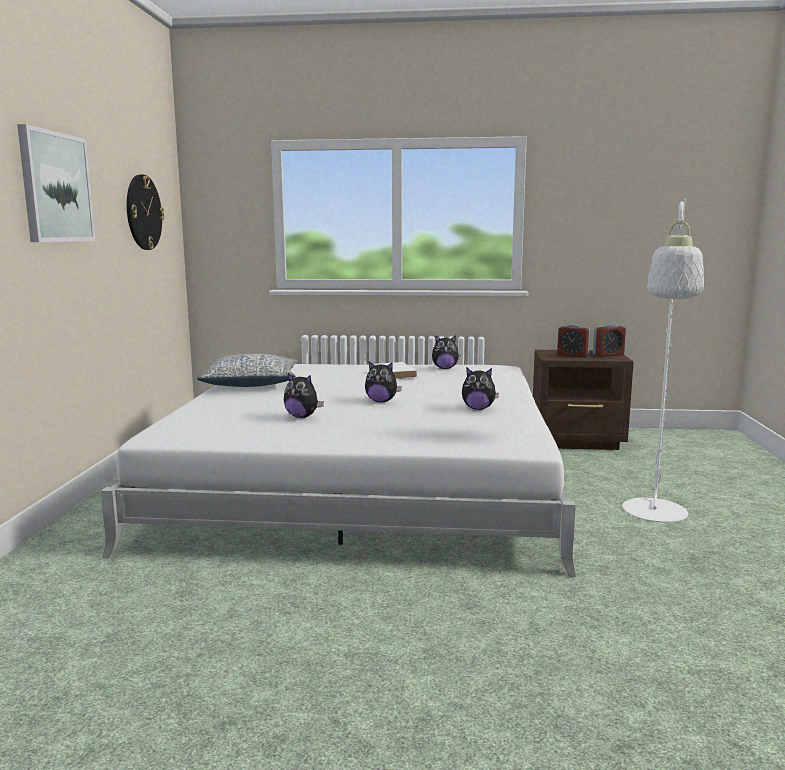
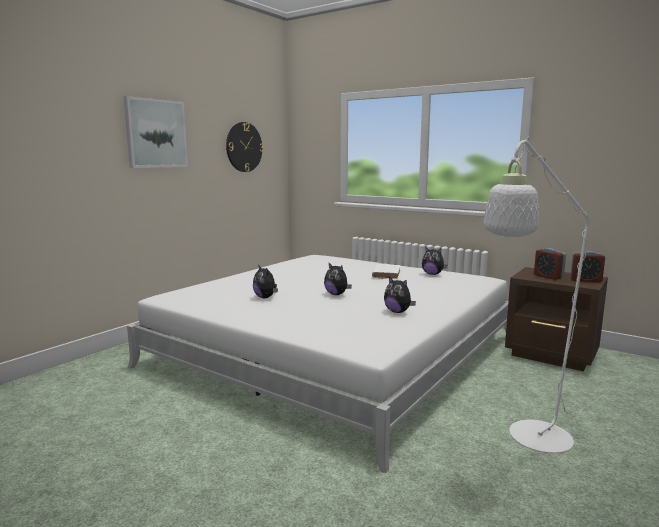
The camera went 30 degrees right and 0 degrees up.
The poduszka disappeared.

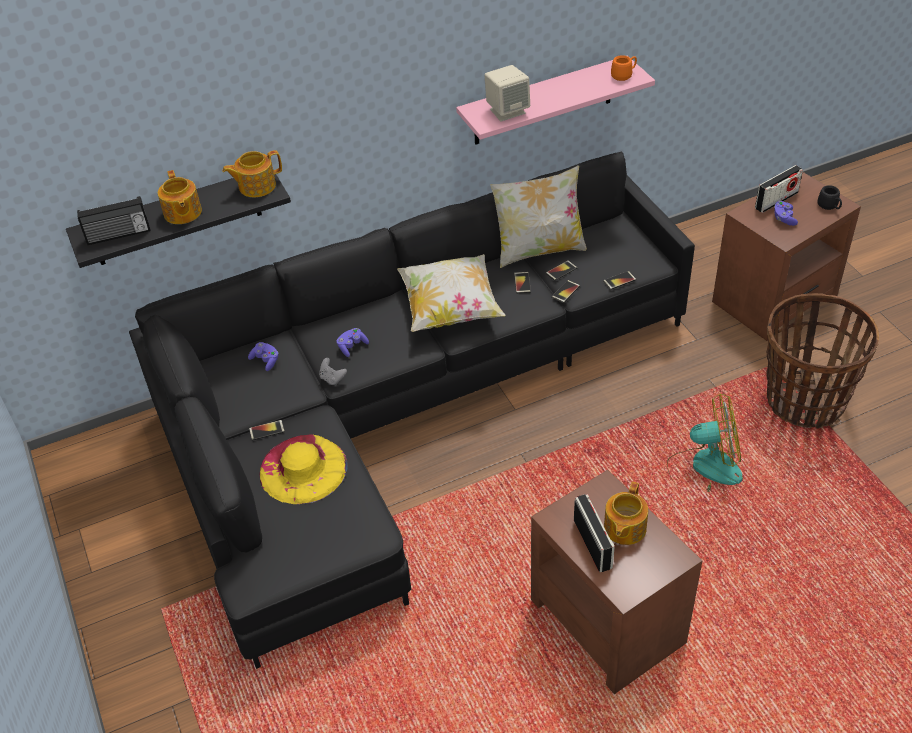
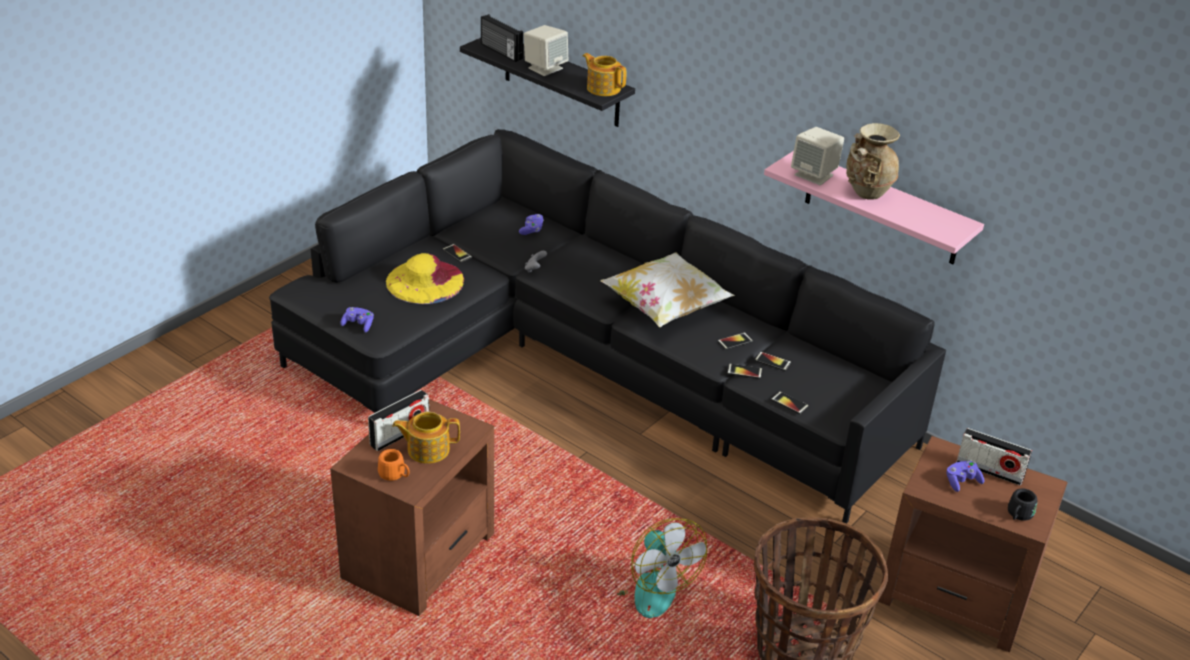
The camera went 60 degrees right and 10 degrees down.
The poduszka (no. 2 from left) disappeared.
The wazon [beżowy] appeared.
The pad do gier [fioletowy] (no. 2 from left in the first image) moved.
The kubek [pomarańczowy] moved.
The imbryk (no. 1 from left) was replaced by the głośnik [beżowy] (no. 1 from left).

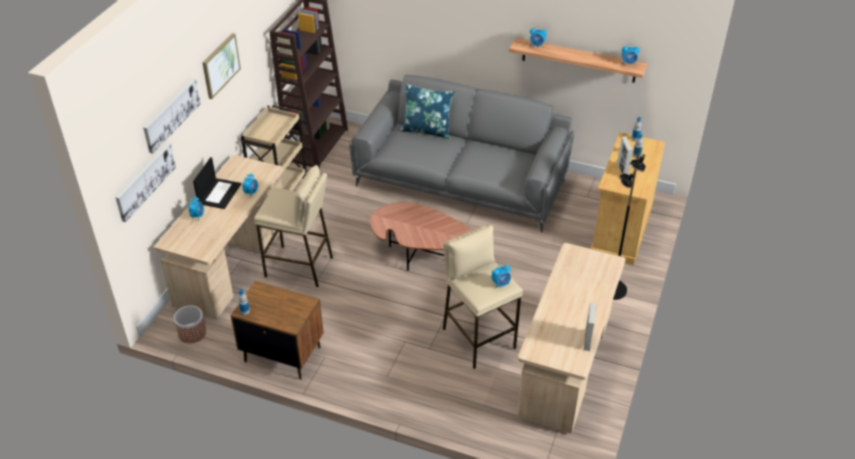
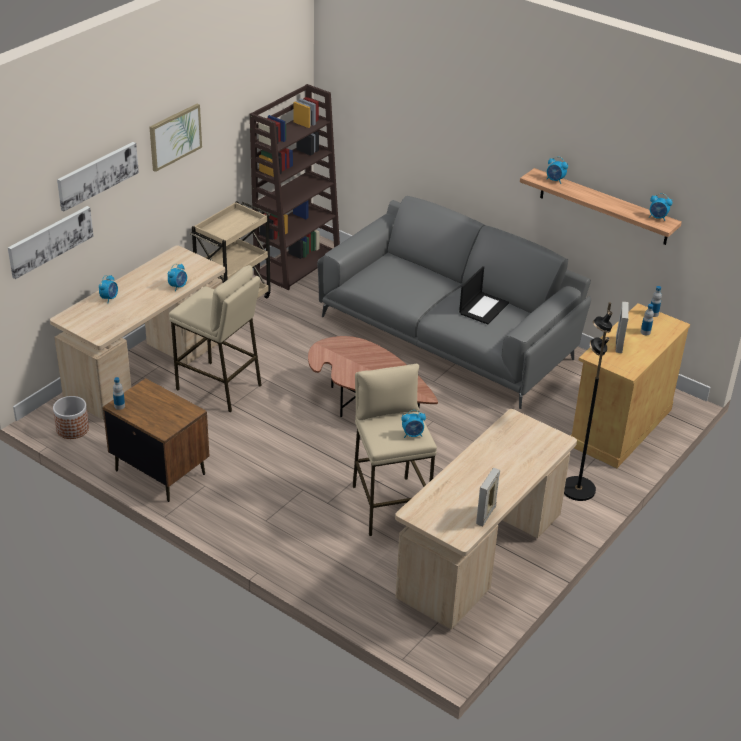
The camera went 15 degrees right and 5 degrees down.
The poduszka [niebieski] disappeared.
The laptop moved.

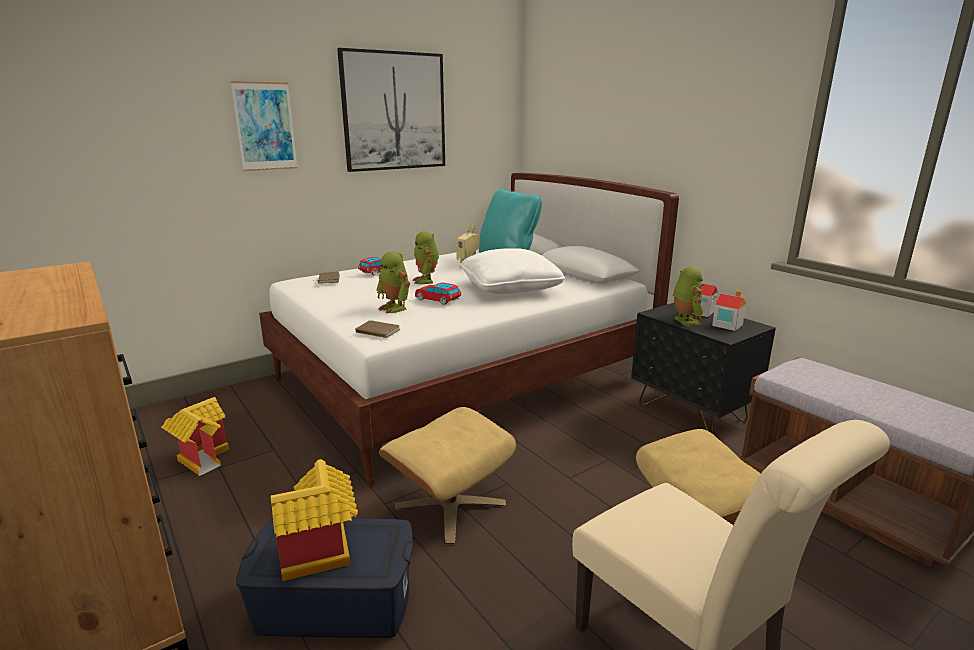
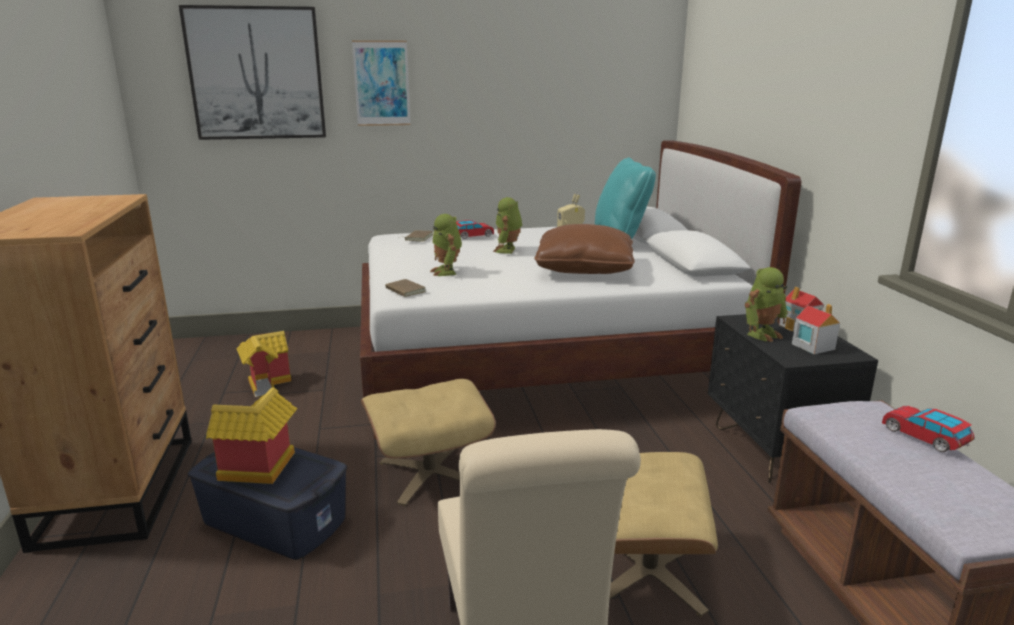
The camera went 25 degrees right and 0 degrees up.
The obraz (no. 2 from left in the first image) moved.
The samochodzik (no. 2 from left) moved.
The poduszka [biały] became the poduszka [brązowy].
The robot zabawkowy (no. 4 from left) turned 45 degrees clockwise.

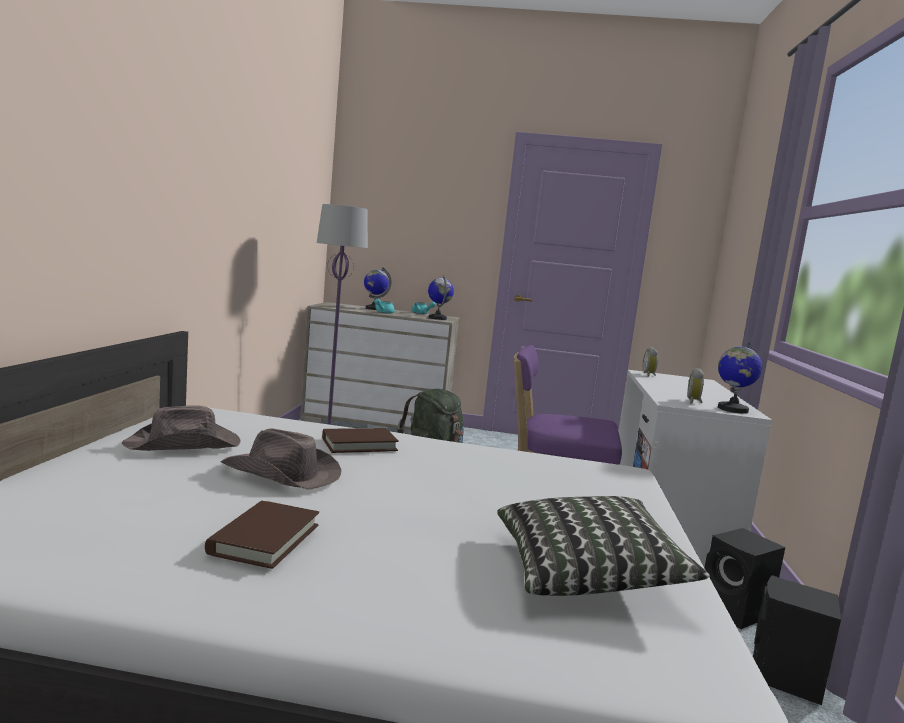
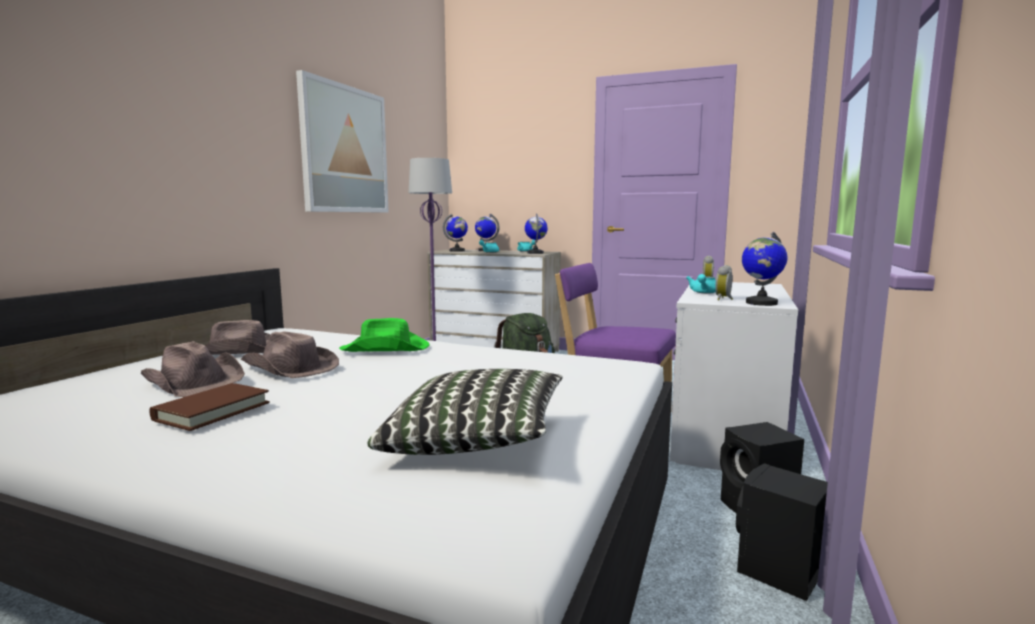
The camera went 15 degrees right and 0 degrees up.
The kapelusz [brązowy] (no. 1 from left) appeared.
The obraz appeared.
The globus (no. 1 from left) appeared.
The imbryk [turkusowy] (no. 3 from left) appeared.
The książka [brązowy] (no. 2 from left) was replaced by the kapelusz [zielony].

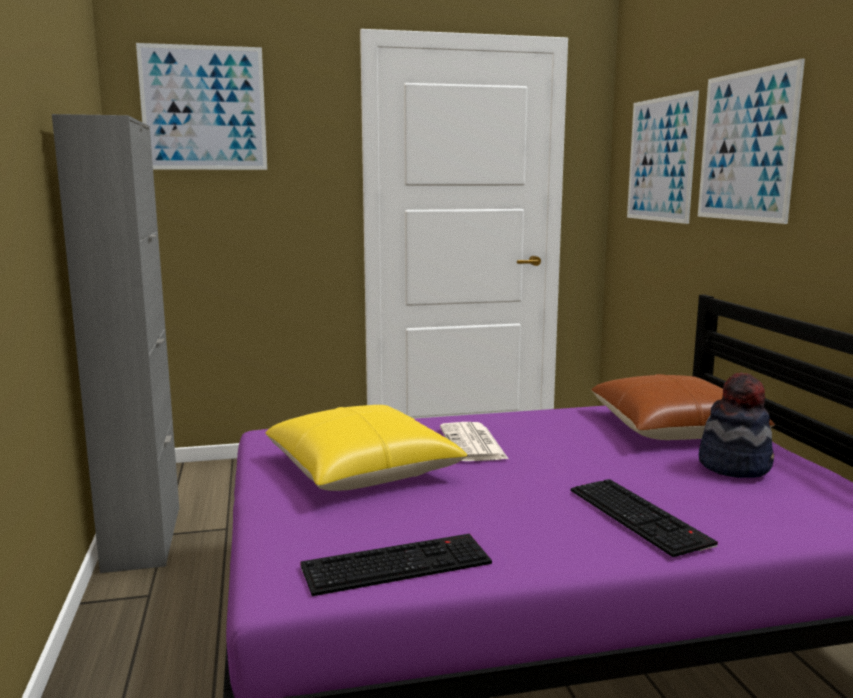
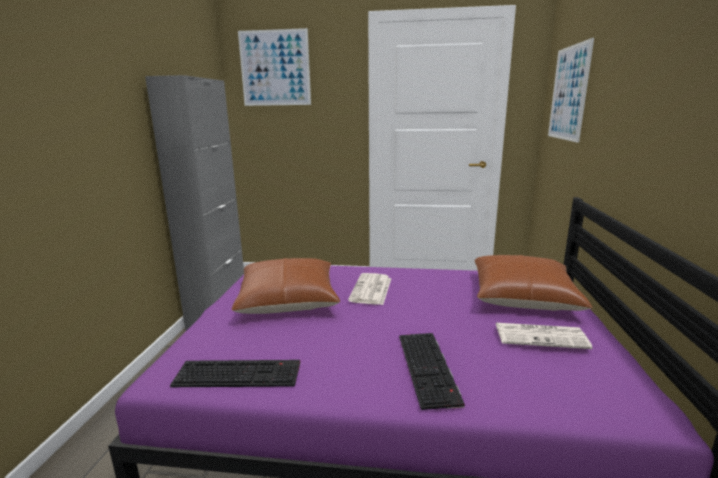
The camera went 20 degrees right and 5 degrees up.
The obraz (no. 3 from left) disappeared.
The kapelusz was replaced by the gazeta (no. 2 from left).
The poduszka [żółty] became the poduszka [brązowy] (no. 1 from left).

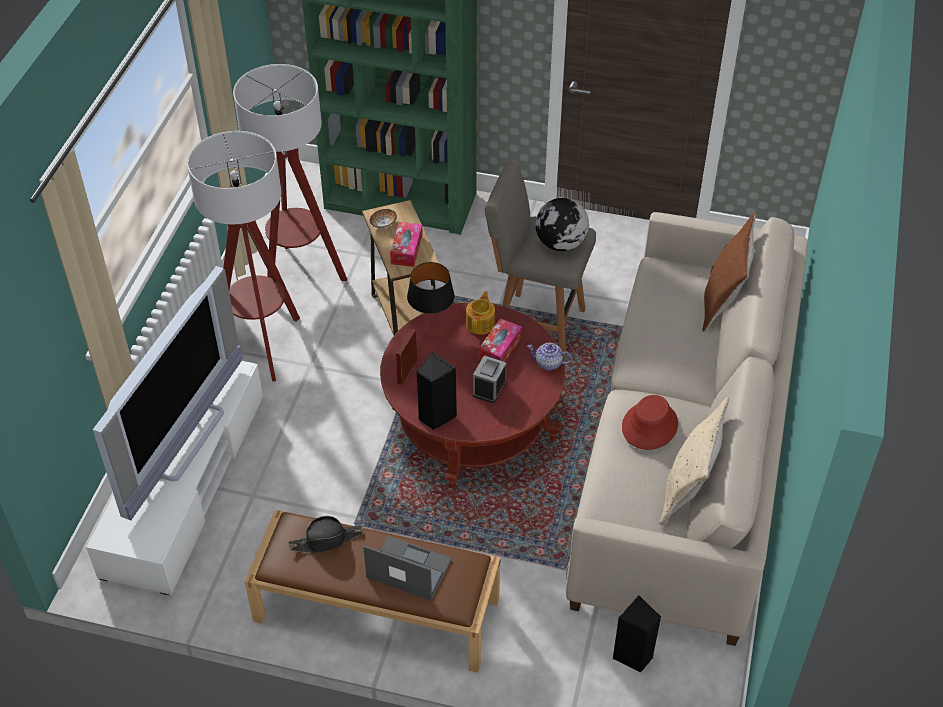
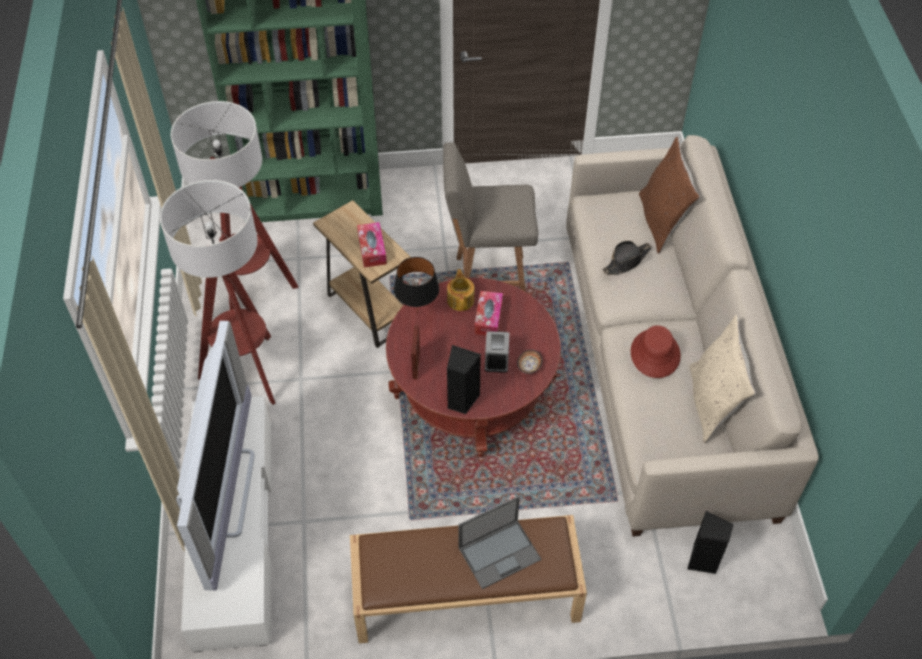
The camera went 20 degrees left and 5 degrees up.
The imbryk (no. 2 from left) disappeared.
The globus disappeared.
The kapelusz [czarny] moved.
The miska moved.
The laptop turned 150 degrees clockwise.

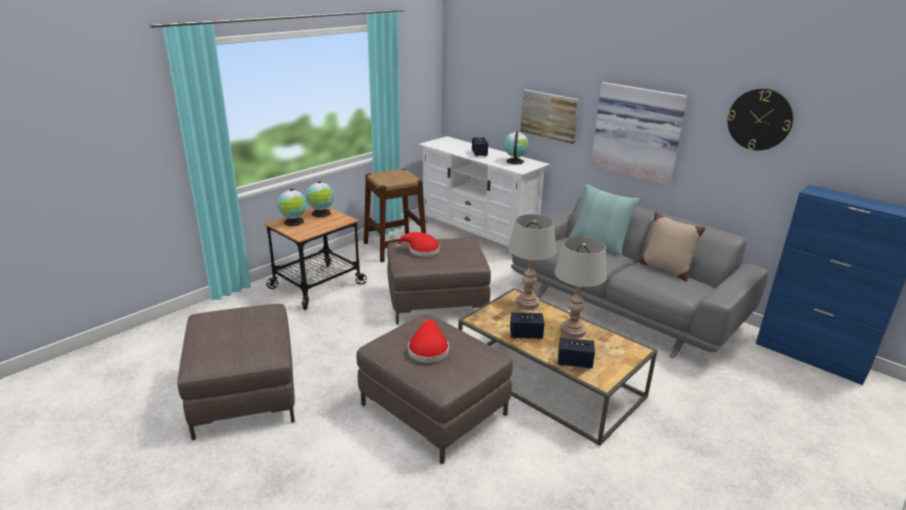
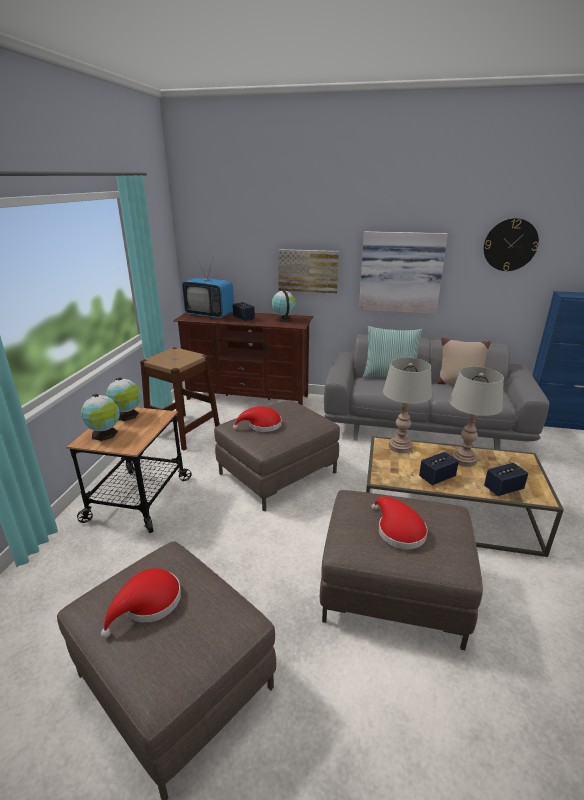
The camera went 30 degrees left and 0 degrees up.
The kapelusz [czerwony] (no. 1 from left) appeared.
The telewizor appeared.
The szafka pod telewizor [biały] became the szafka pod telewizor [brązowy].

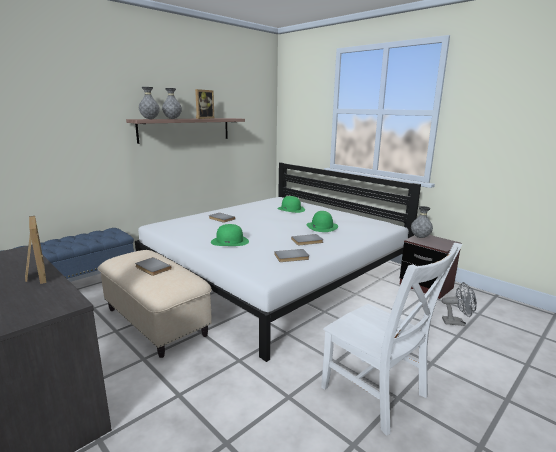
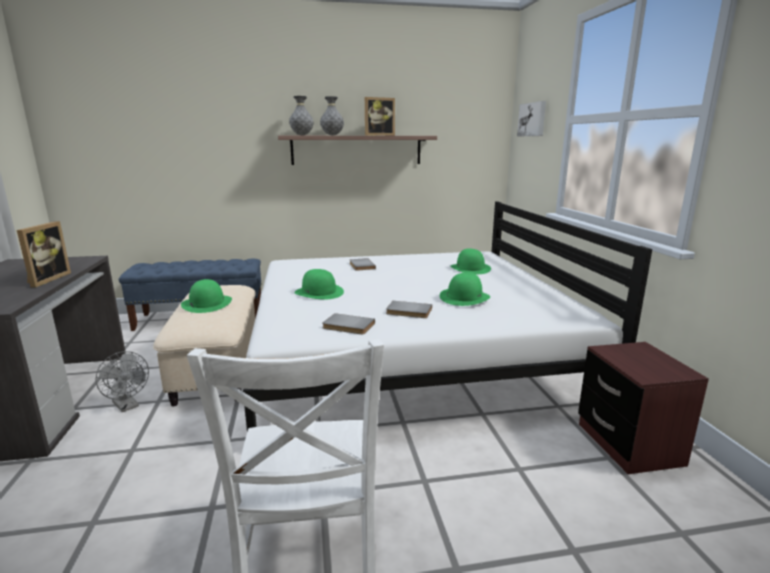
The camera went 35 degrees right and 0 degrees up.
The wazon [szary] (no. 3 from left) disappeared.
The obraz appeared.
The wentylator [szary] moved.
The książka [szary] (no. 1 from left) was replaced by the kapelusz [zielony] (no. 1 from left).

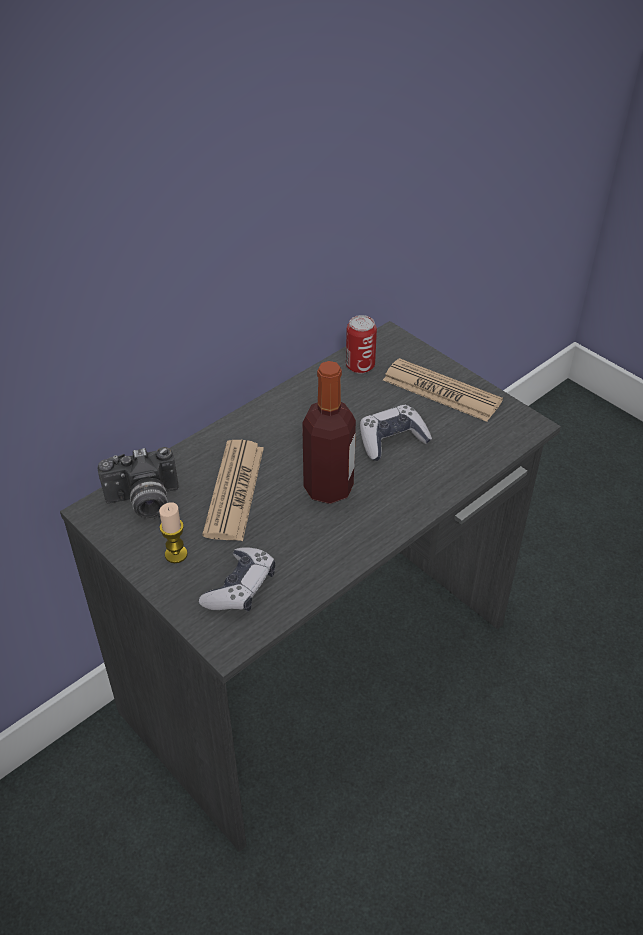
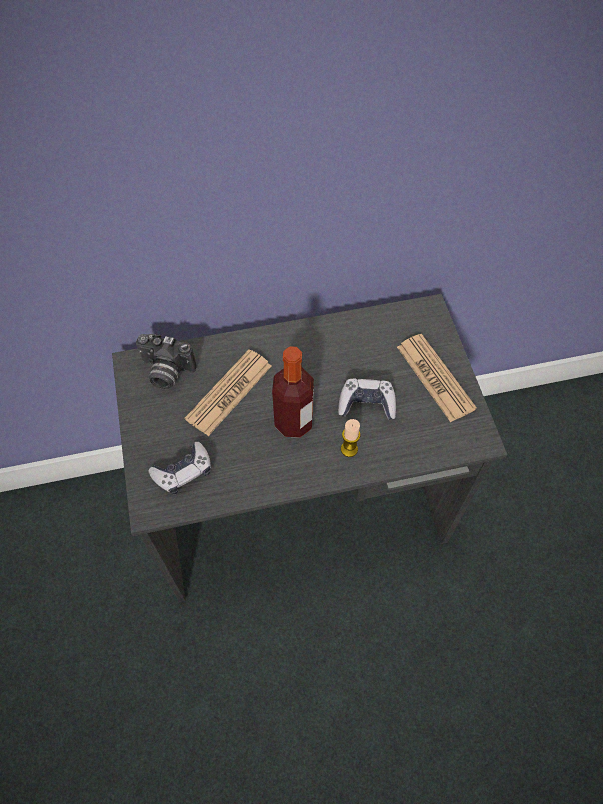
The camera went 30 degrees right and 15 degrees up.
The puszka disappeared.
The świeca moved.

